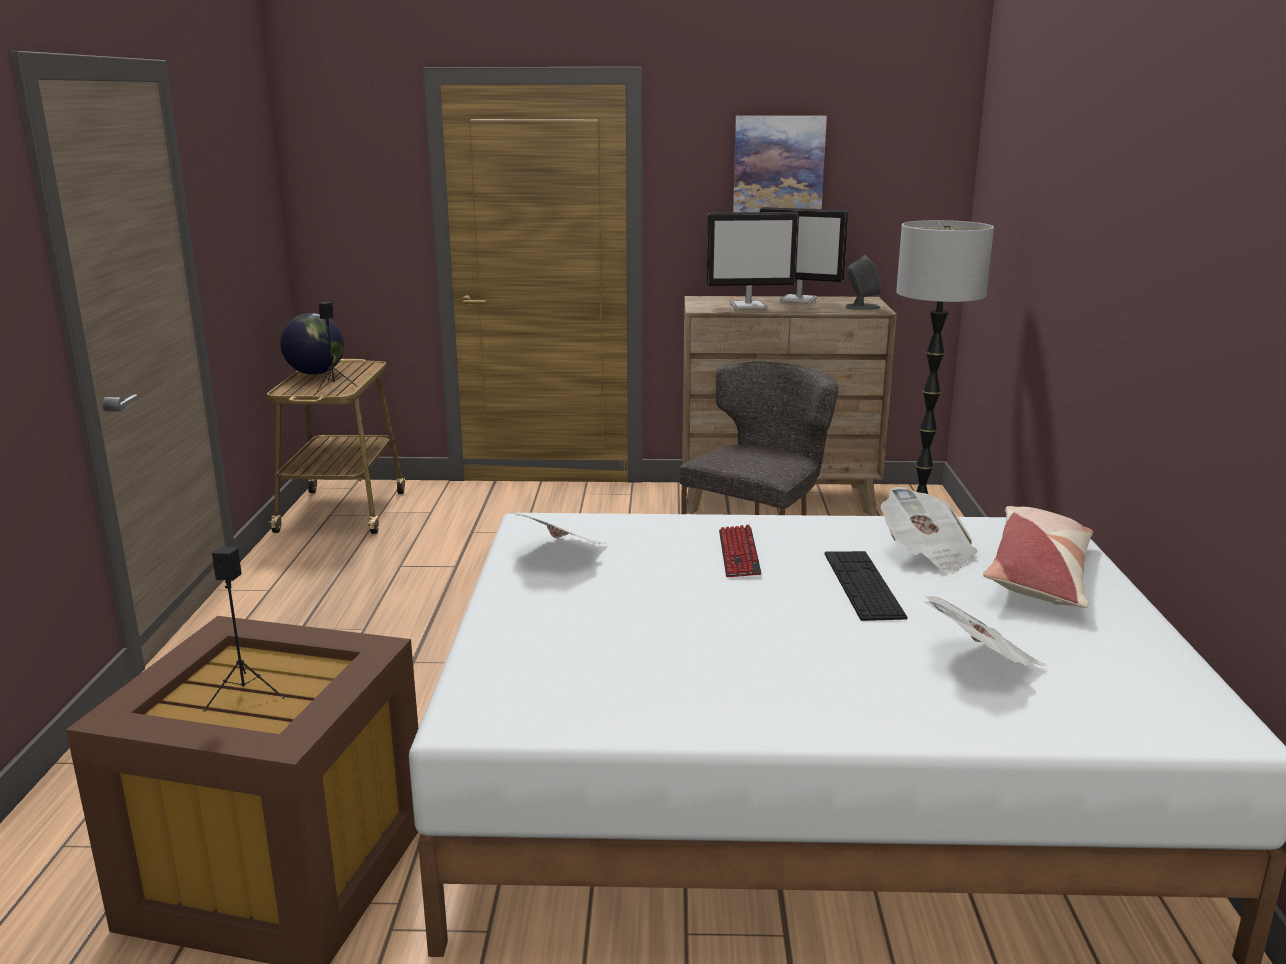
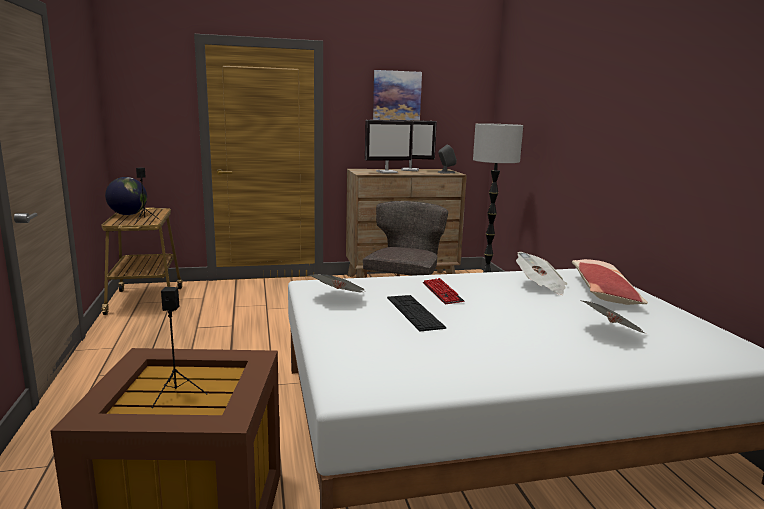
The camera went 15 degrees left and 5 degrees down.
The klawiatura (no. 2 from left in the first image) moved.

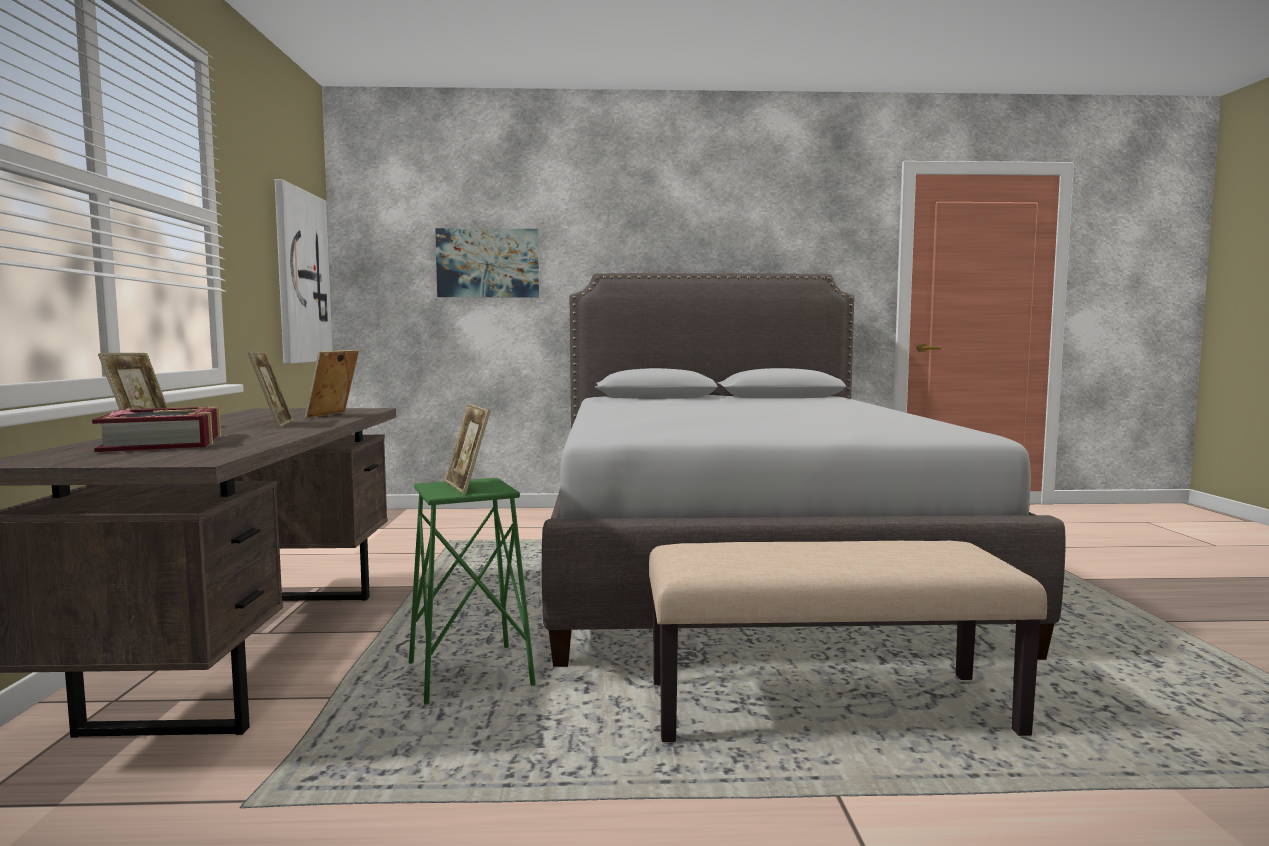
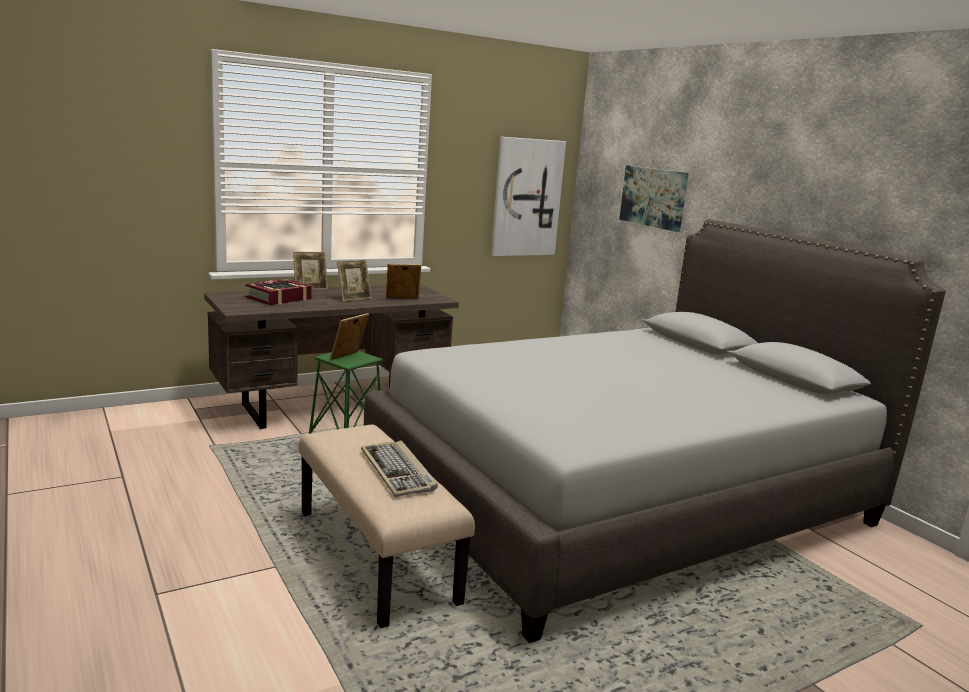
The camera went 60 degrees right and 10 degrees up.
The klawiatura appeared.

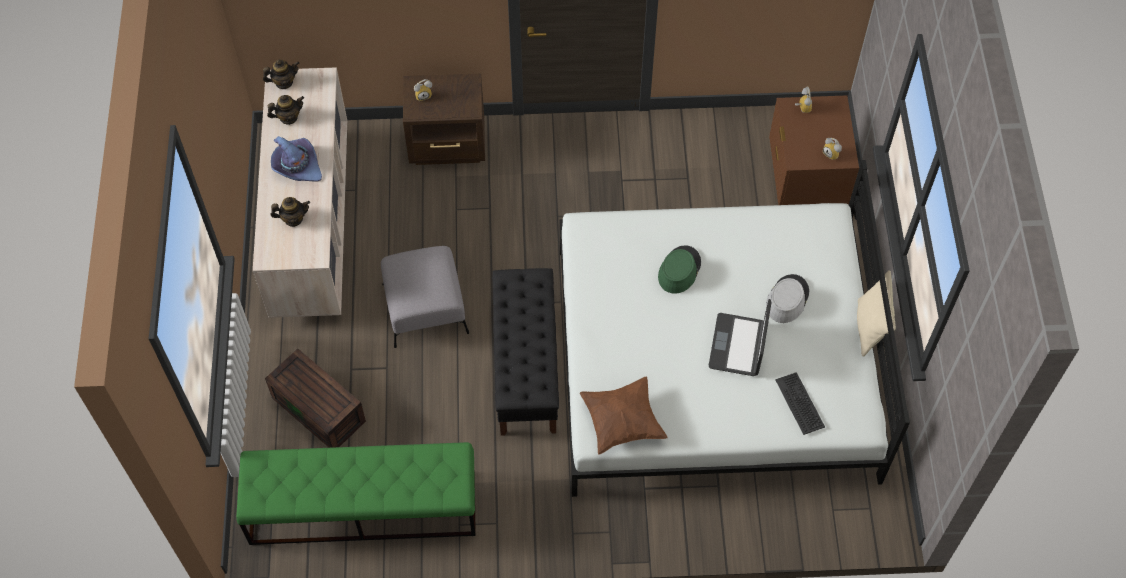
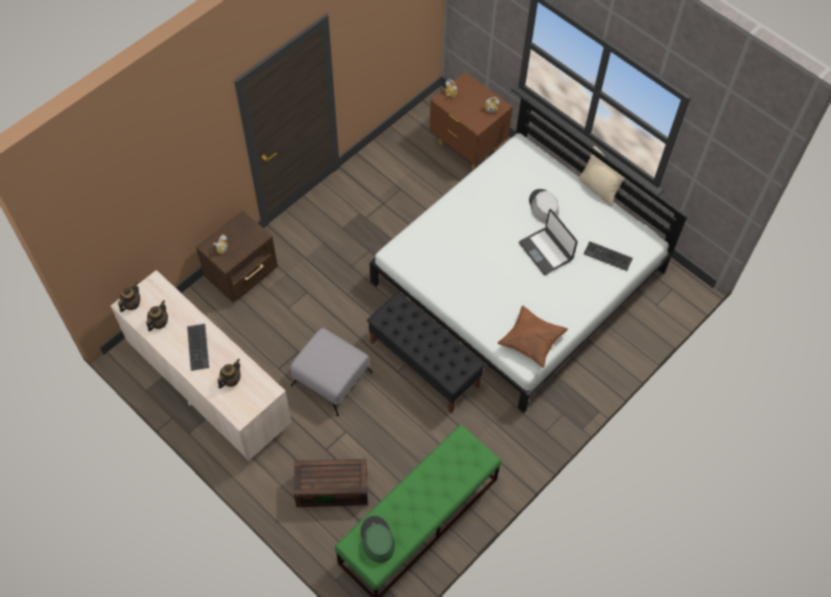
The camera went 45 degrees left and 0 degrees up.
The kapelusz [zielony] moved.
The kapelusz [fioletowy] was replaced by the klawiatura (no. 1 from left).

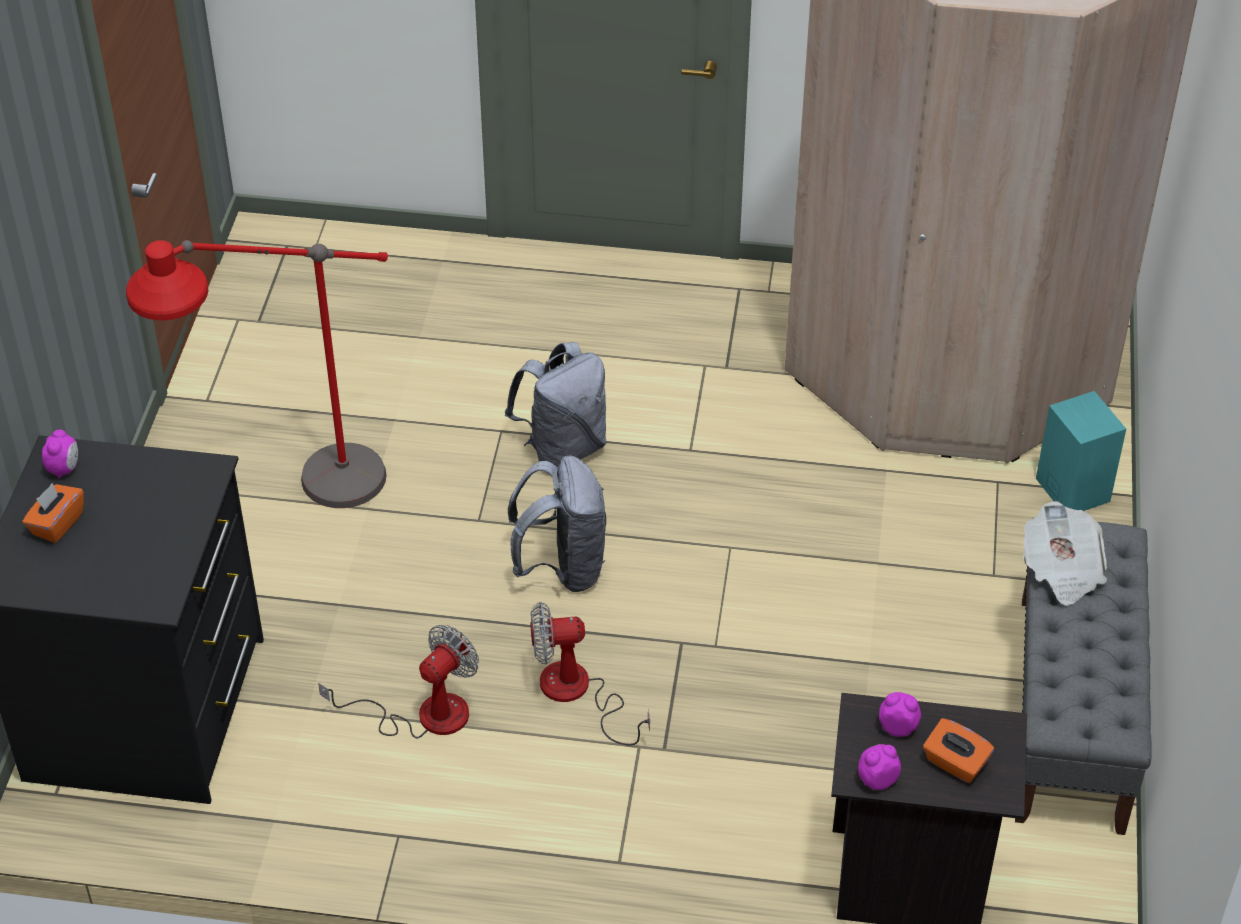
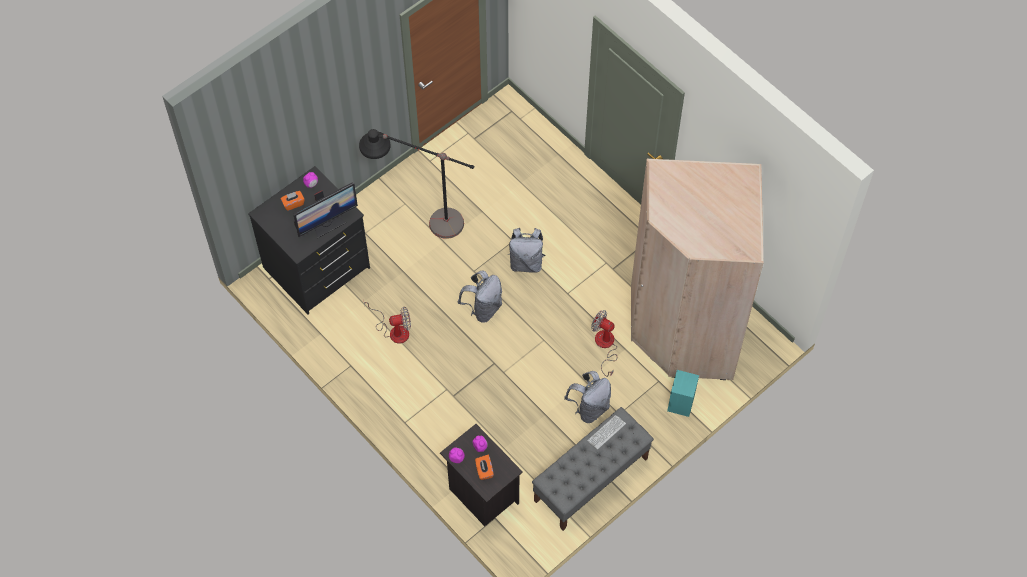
The camera went 40 degrees right and 15 degrees up.
The monitor appeared.
The plecak [szary] (no. 3 from left) appeared.
The wentylator (no. 2 from left) moved.
The gazeta was replaced by the klawiatura.
The lampa stojąca [czerwony] became the lampa stojąca [czarny].

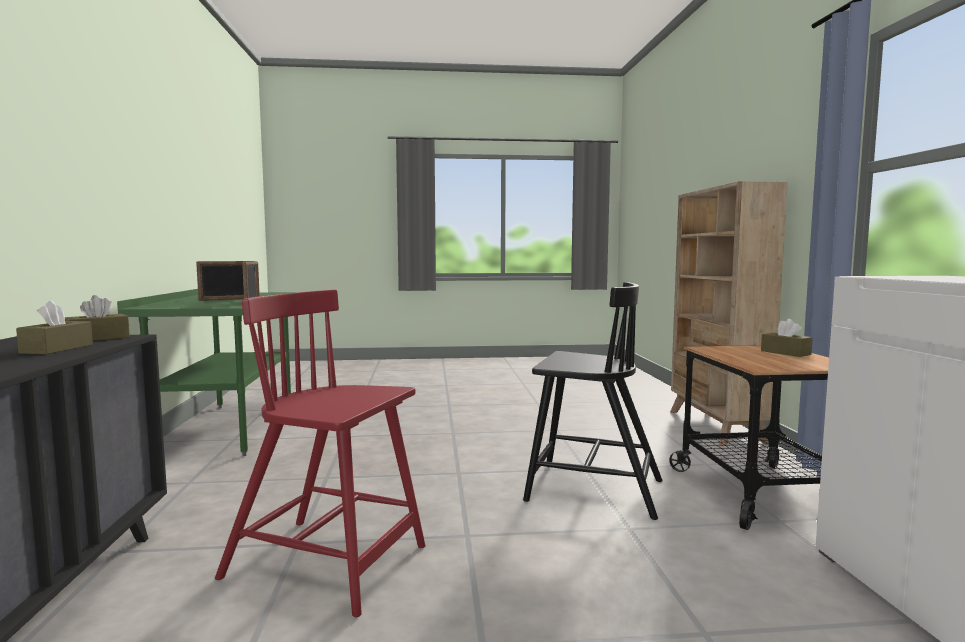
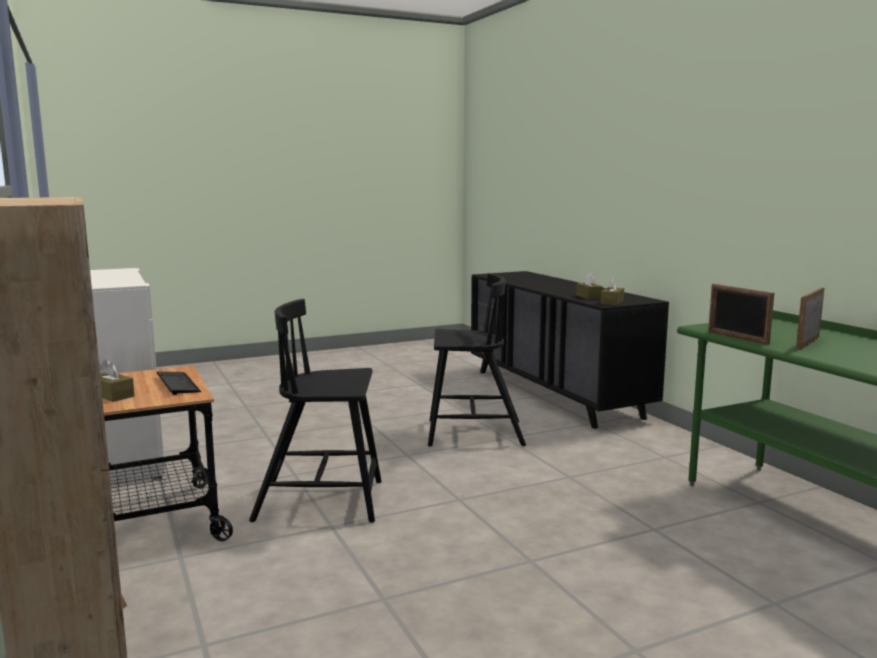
The camera went 160 degrees right and 5 degrees up.
The klawiatura appeared.
The krzesło [czerwony] became the krzesło [czarny] (no. 2 from left).

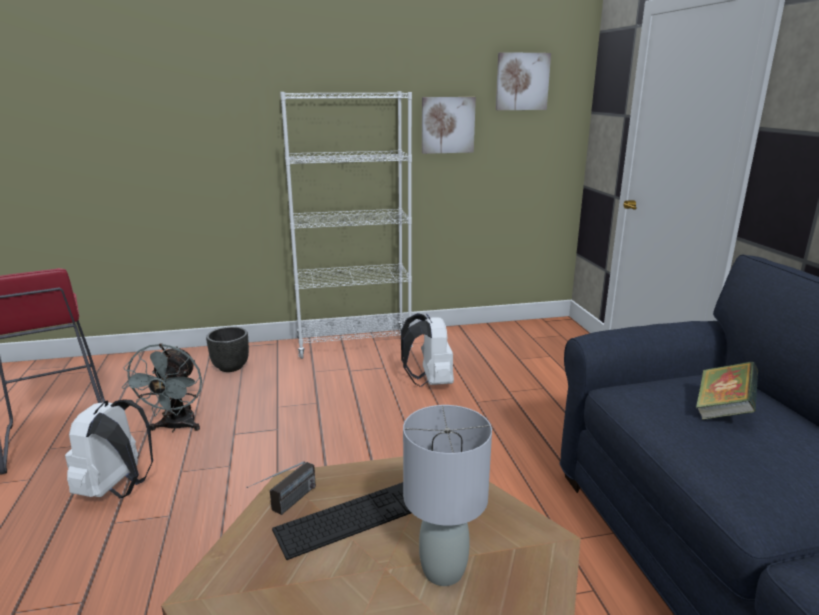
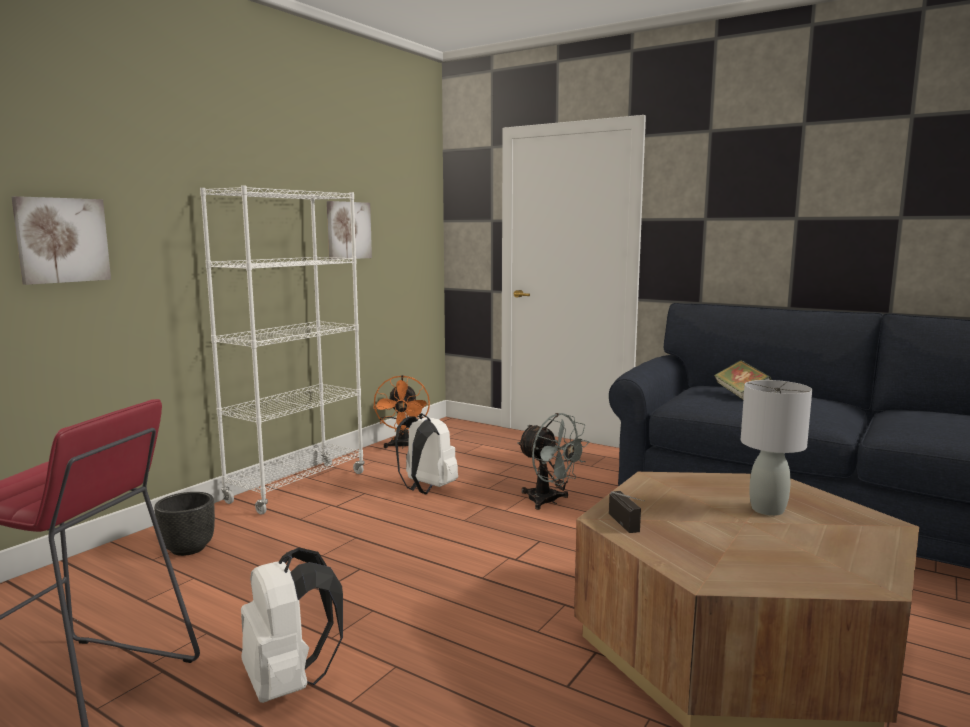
The camera went 45 degrees left and 10 degrees down.
The klawiatura disappeared.
The wentylator [pomarańczowy] appeared.
The wentylator [szary] moved.
The obraz (no. 2 from left in the first image) moved.

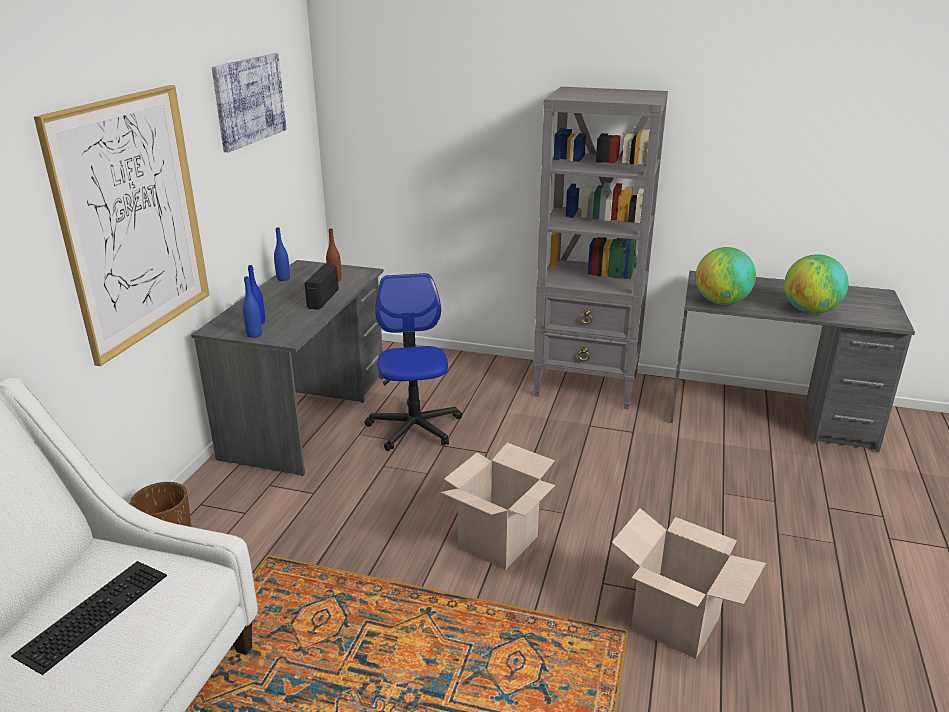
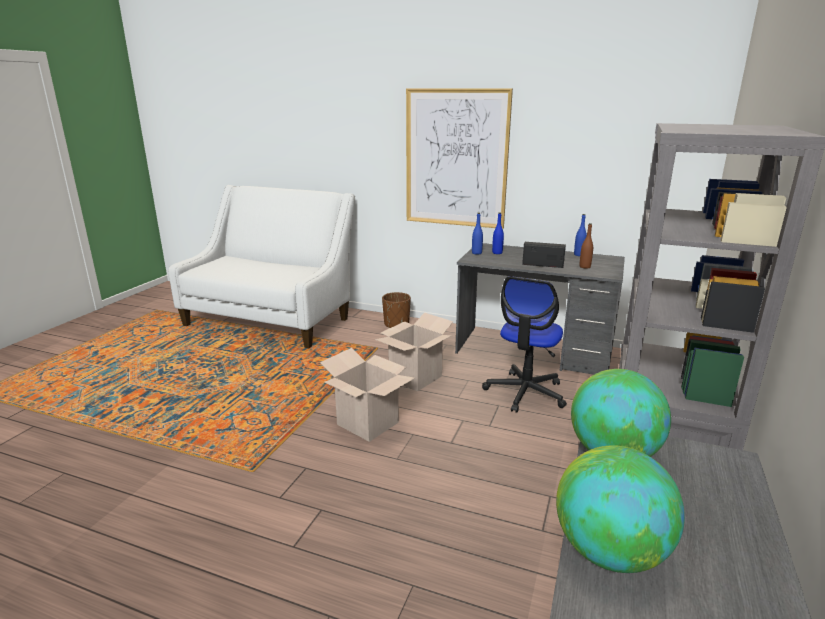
The camera went 95 degrees right and 5 degrees down.
The klawiatura disappeared.
The obraz (no. 2 from left) disappeared.
The karton (no. 2 from left) moved.
The krzesło biurowe turned 120 degrees clockwise.

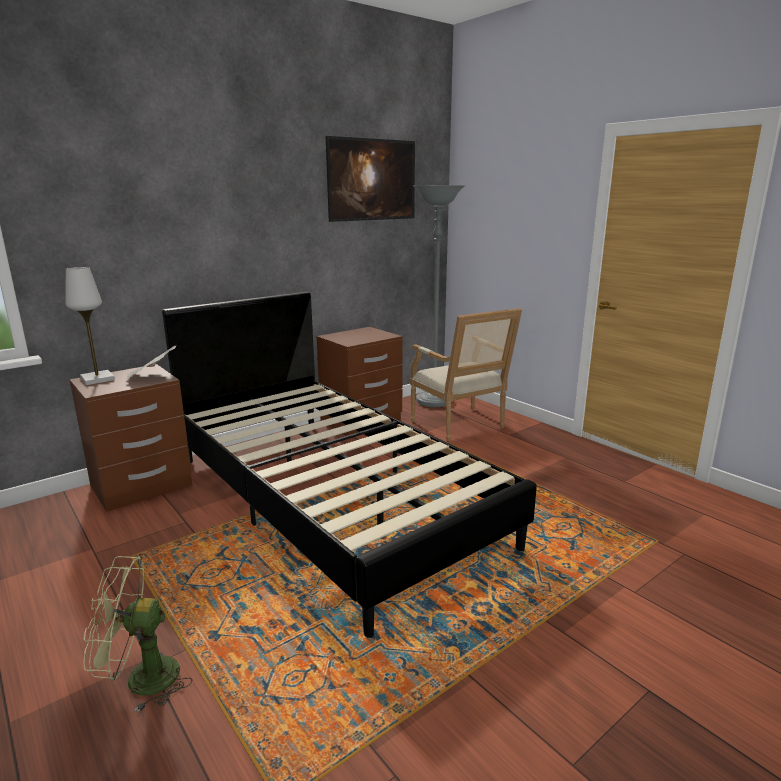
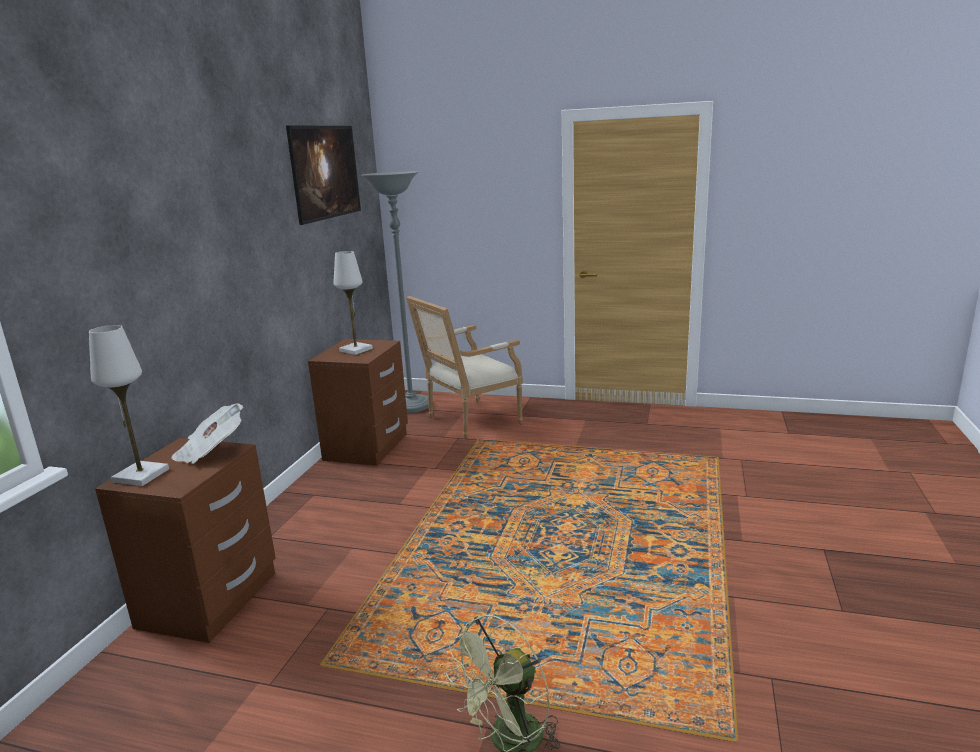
The camera went 35 degrees left and 0 degrees up.
The łóżko [czarny] disappeared.
The lampa stołowa [biały] (no. 2 from left) appeared.
The fotel turned 120 degrees clockwise.

